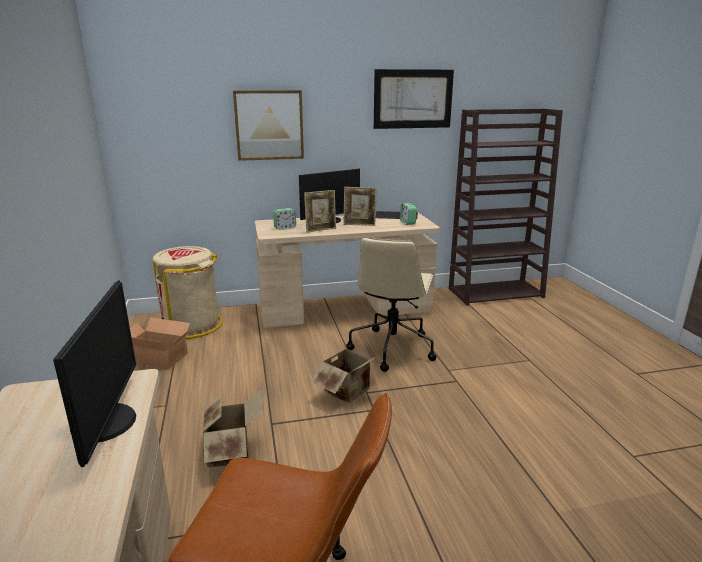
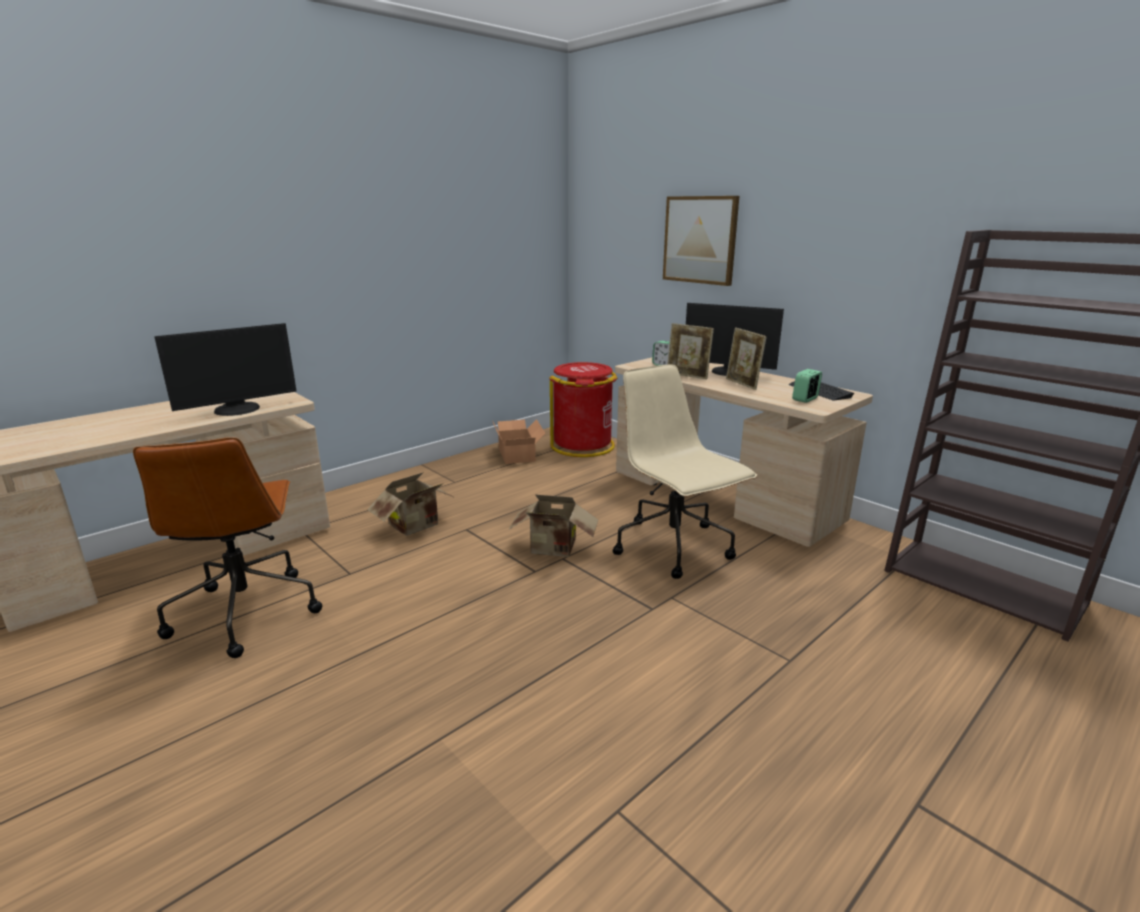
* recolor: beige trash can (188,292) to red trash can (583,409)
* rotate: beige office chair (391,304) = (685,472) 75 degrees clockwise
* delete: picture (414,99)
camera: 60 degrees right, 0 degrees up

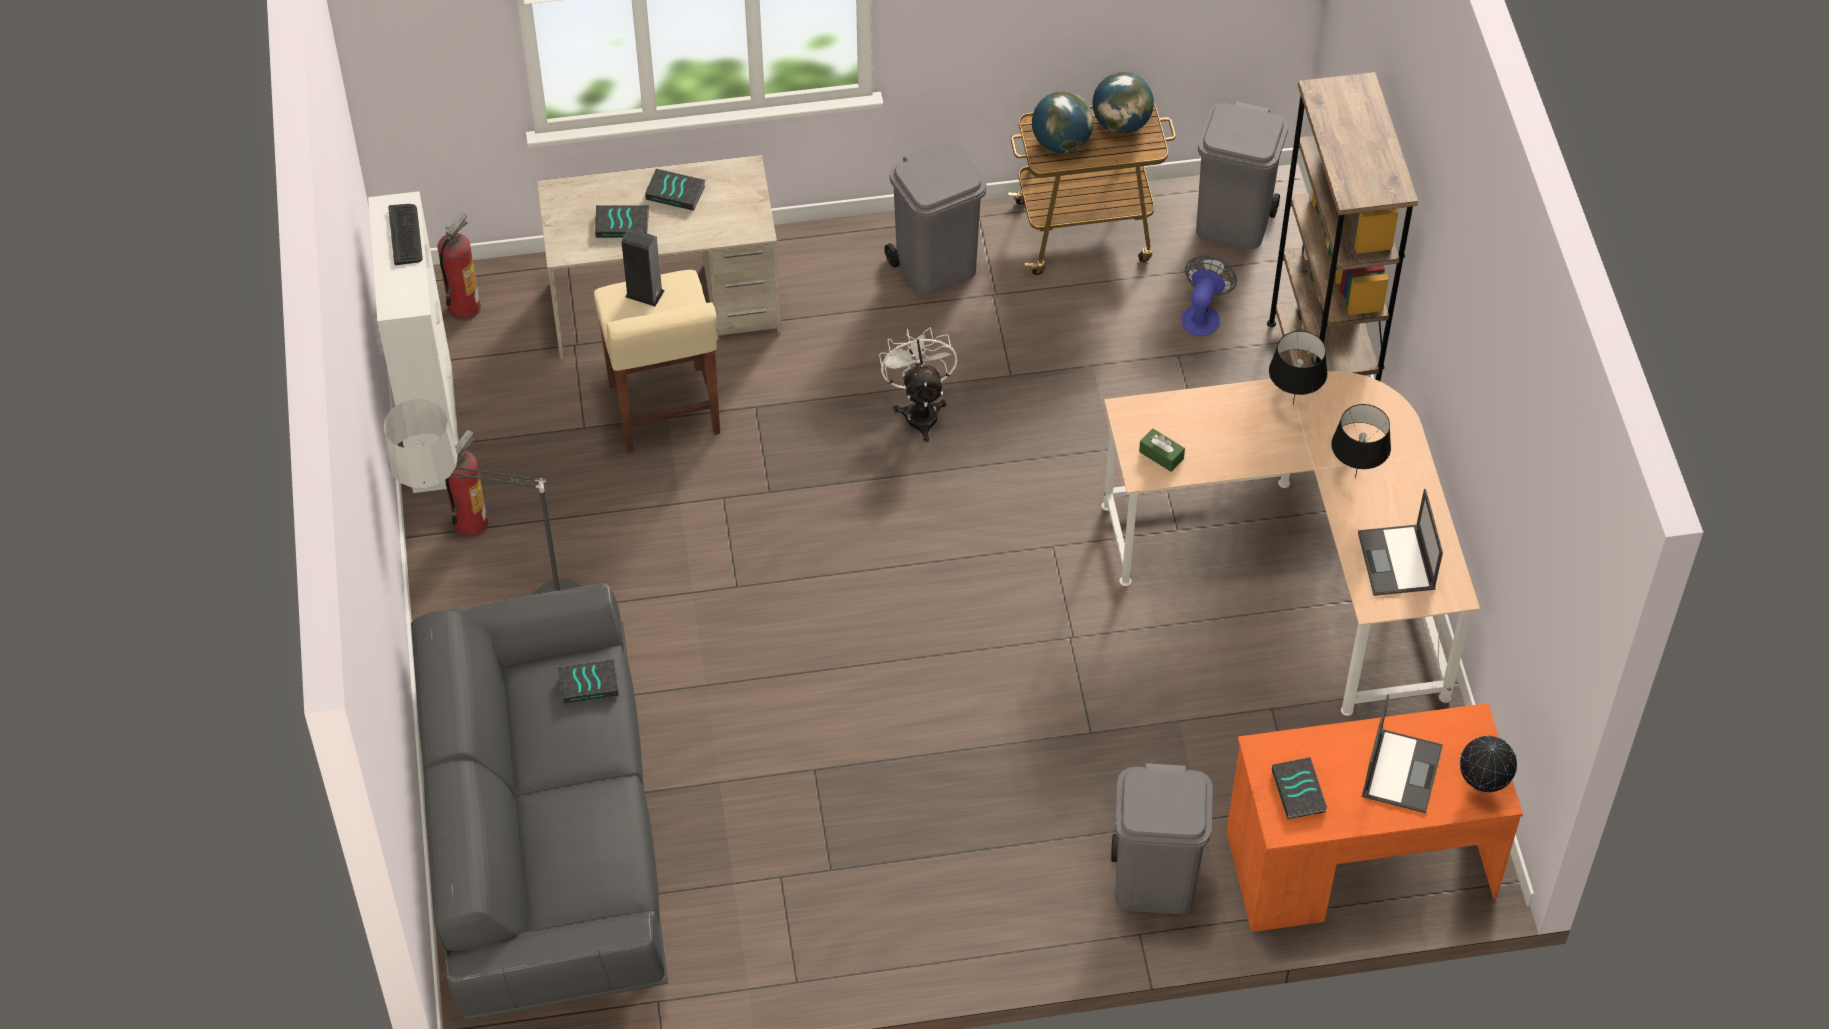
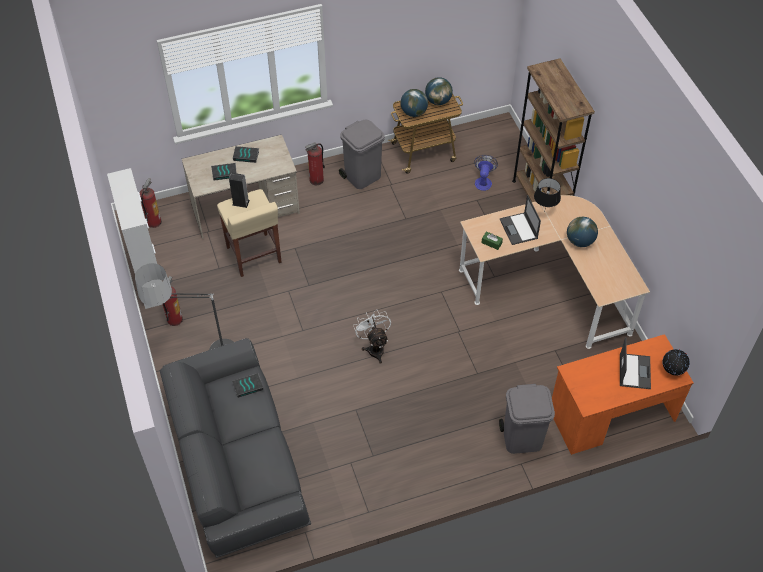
* insert: fire extinguisher (315,163)
* move: white fan (918,384) to (372,336)
* move: laptop (1400,542) to (520,220)
* replace: black table lamp (1361,441) to globe (582,232)
* delete: keyboard (405,234)
* delete: grey trash can (1242,175)
* delete: book (1299,788)
camera: 10 degrees left, 0 degrees up

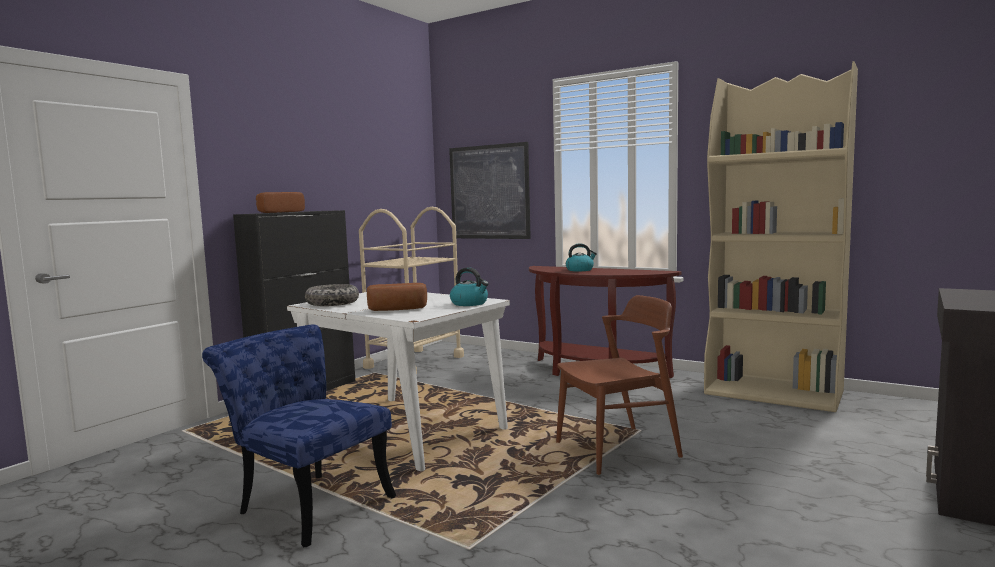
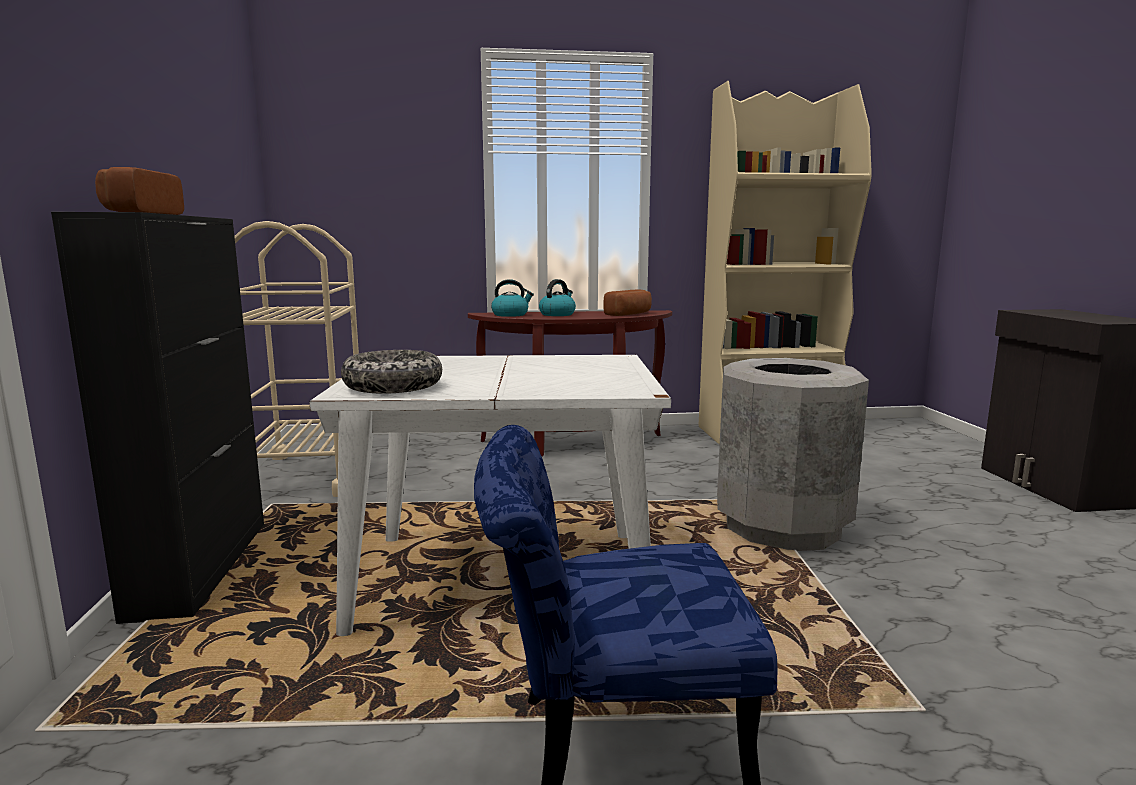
* move: kettle (469,286) to (512,298)
* move: bread (397,297) to (628,302)
* replace: brown chair (619,385) to grey trash can (793,454)
* delete: picture (490,190)
camera: 40 degrees left, 5 degrees up

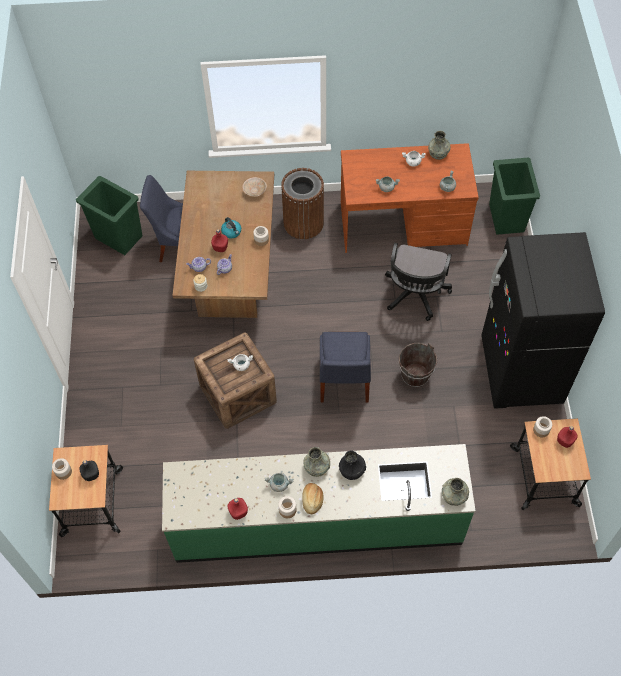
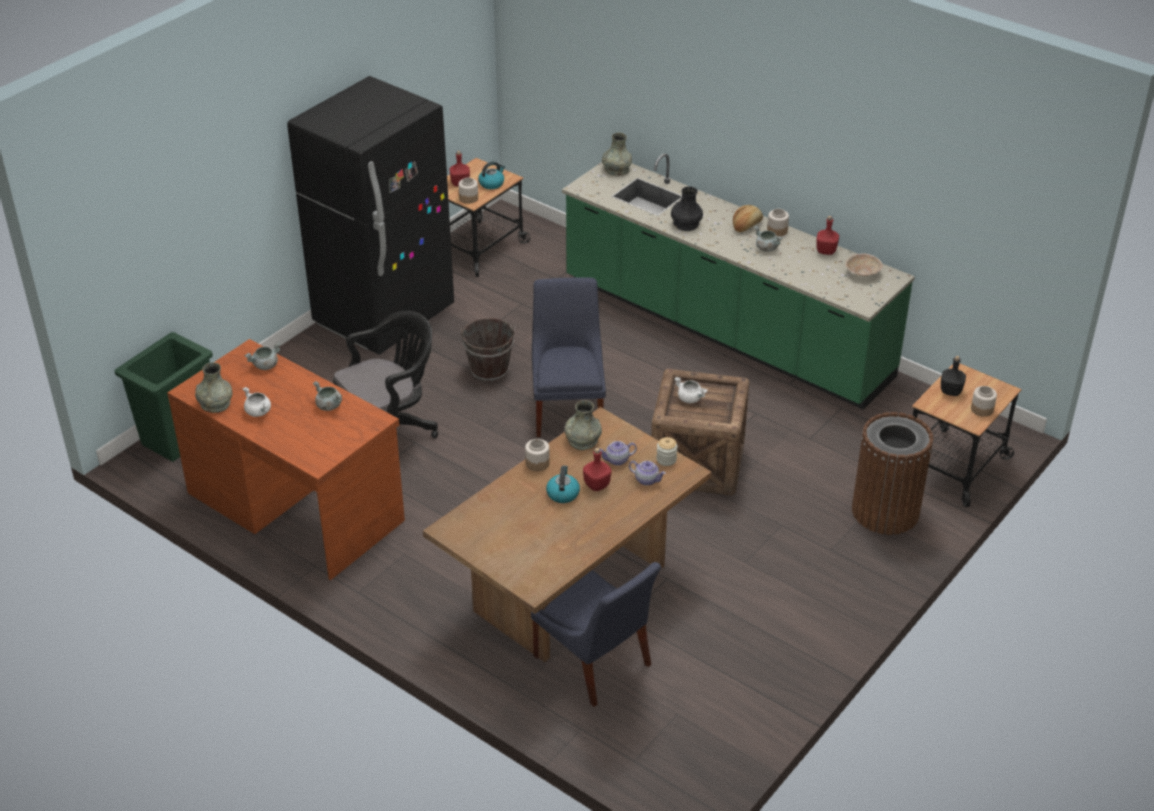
* insert: kettle (491,175)
* rotate: blue chair (345,367) = (569,357) 45 degrees counterclockwise
* move: grey vase (316,462) to (583,425)
* move: beige bowl (254,187) to (864,264)
* move: brown trash can (302,203) to (892,473)
* delete: green trash can (109,215)
camera: 140 degrees left, 20 degrees down

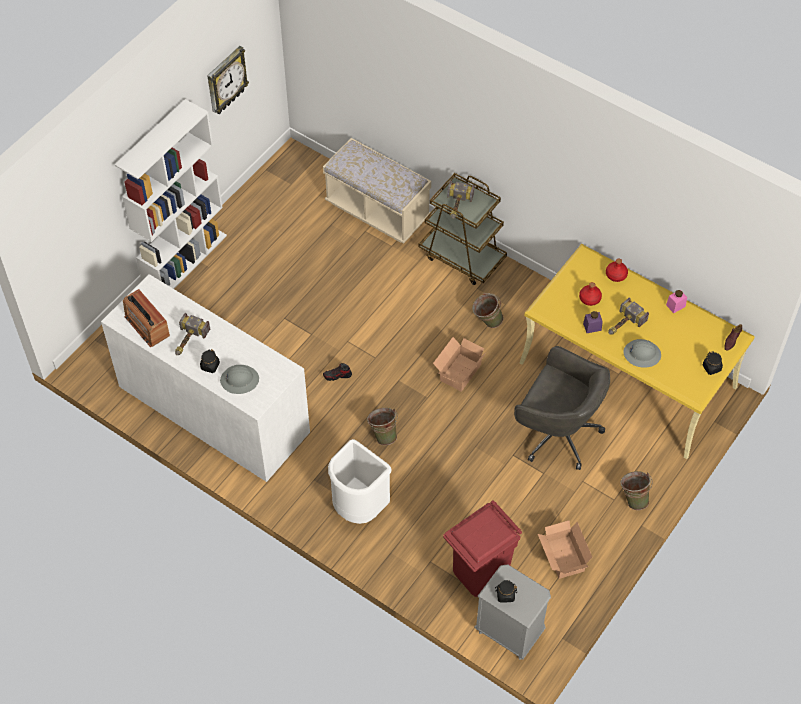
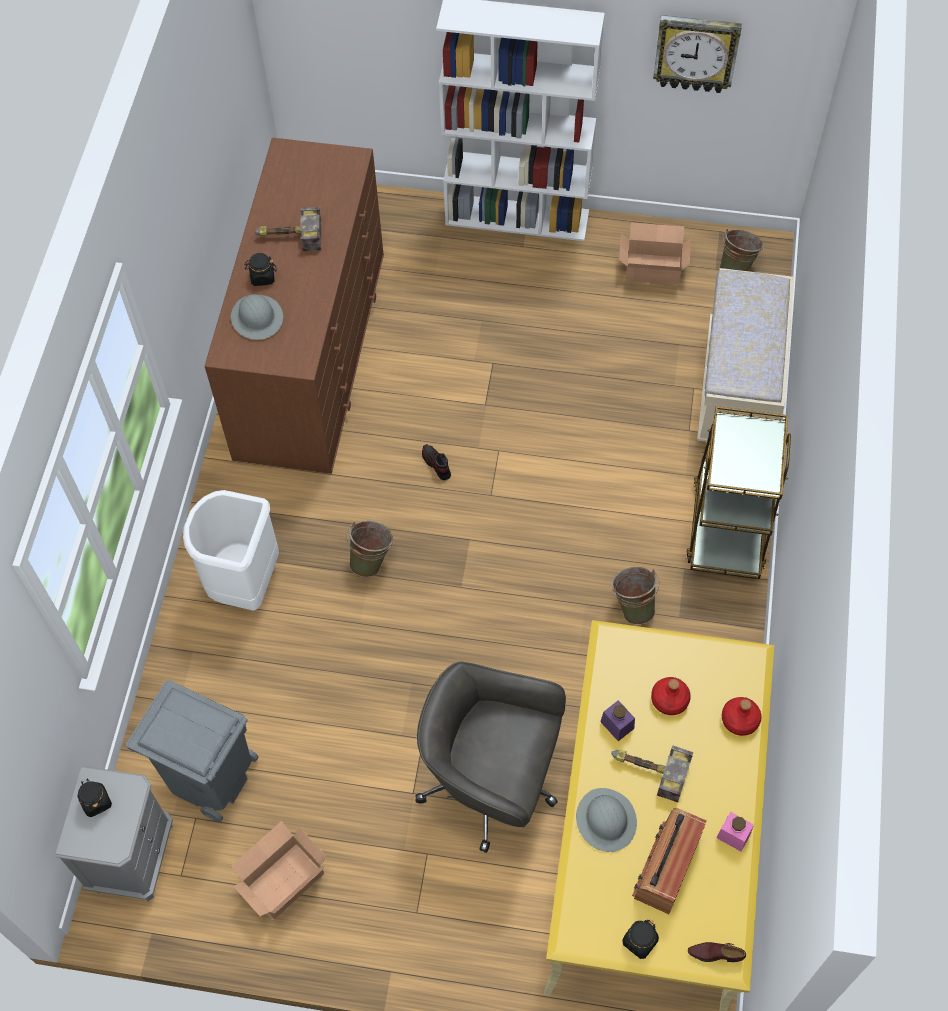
* recolor: red trash can (482,548) to grey trash can (192,751)
* recolor: white dresser (205,378) to brown dresser (294,306)
* rotate: grey office chair (562,408) = (490,757) 105 degrees clockwise
* move: cardboard box (460,364) to (655,254)
* move: radio (146,318) to (669,861)
* move: green bucket (636,490) to (741,250)
* delete: hammer (461,199)
camera: 65 degrees right, 5 degrees up

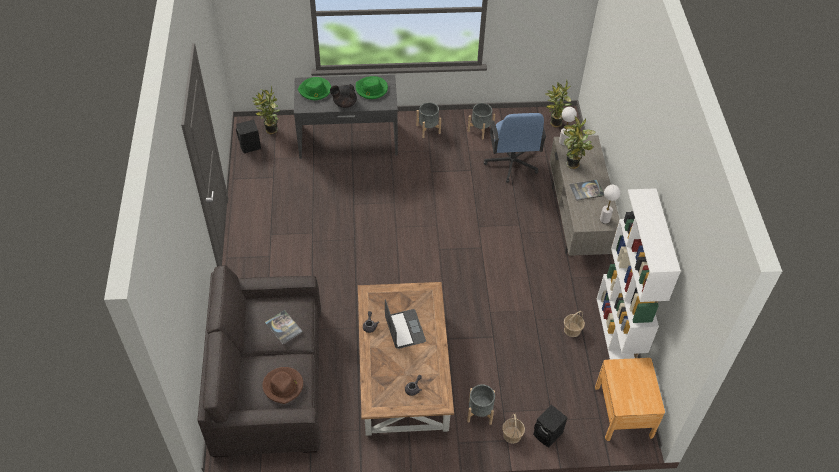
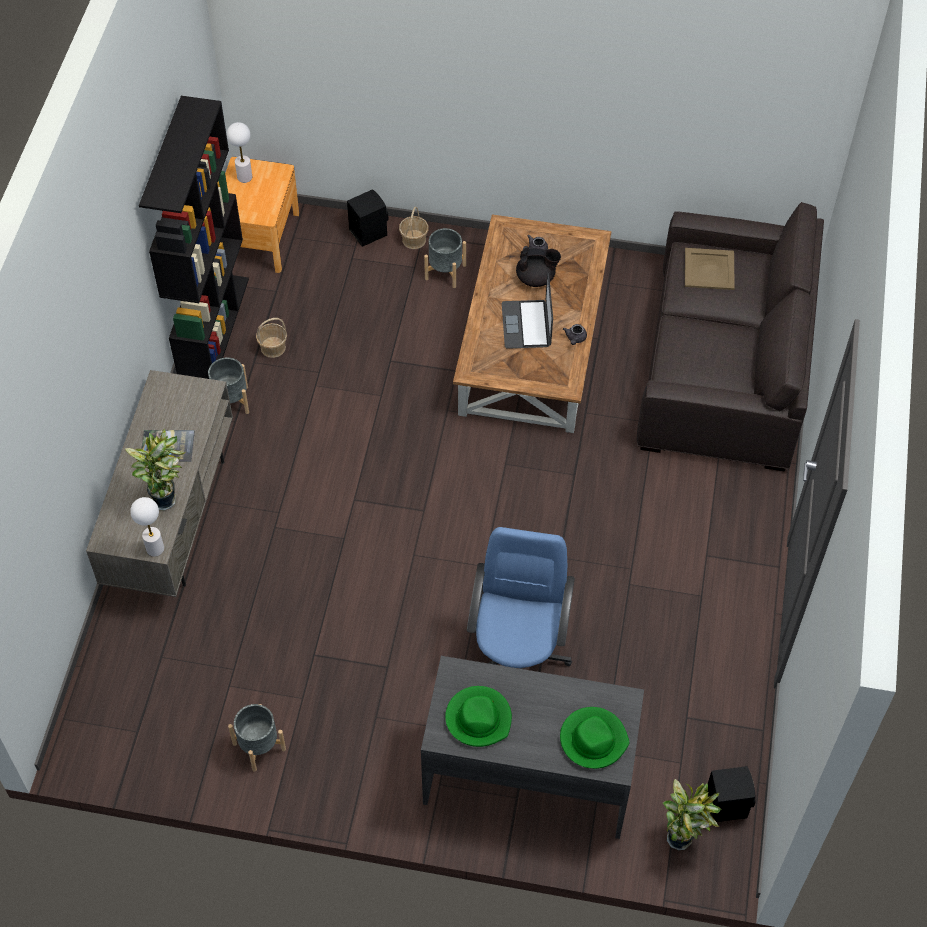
* recolor: white bookcase (639,274) to black bookcase (194,237)
* move: grey planter (428,120) to (228,385)
* move: white table lamp (610,204) to (239,152)
* move: blue office chair (515,148) to (521,598)
* move: black teapot (343,96) to (538,267)
* replace: brown hat (282,385) to beige tray (710,269)
* delete: book (284,327)
* delete: potted plant (558,103)
camera: 165 degrees left, 5 degrees up

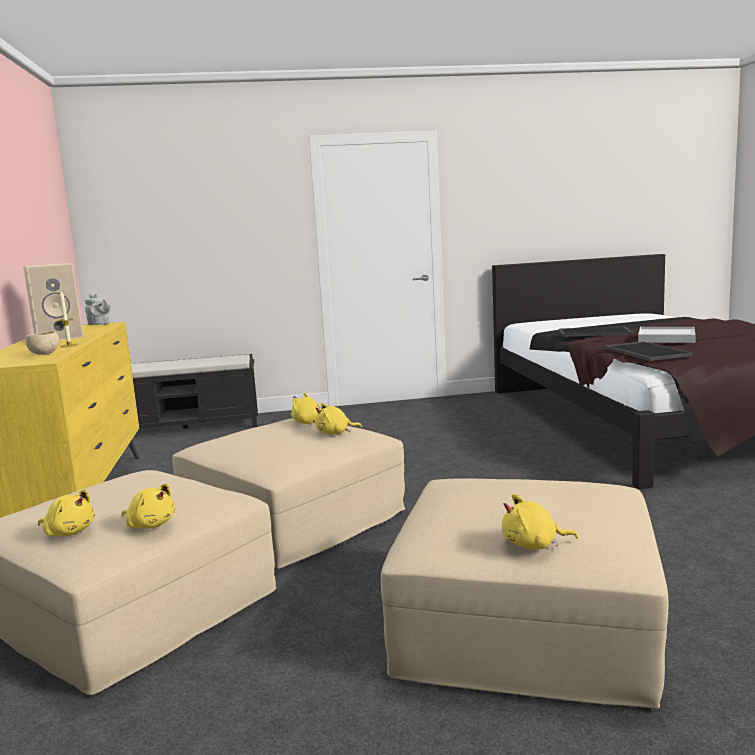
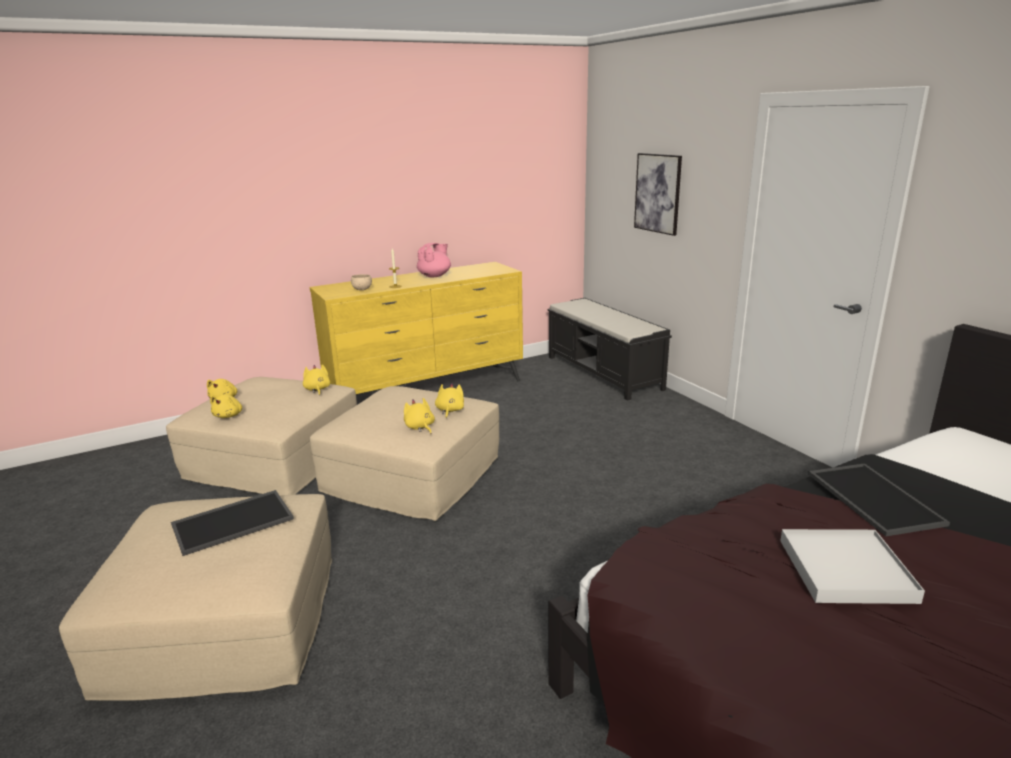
* move: tray (648,351) to (232,523)
* move: yellow plush toy (540,522) to (317,379)
* replace: beige speaker (53,301) to pink teapot (434,260)
* insert: picture (658,194)
* delete: grey teapot (98,309)
camera: 70 degrees right, 10 degrees up

